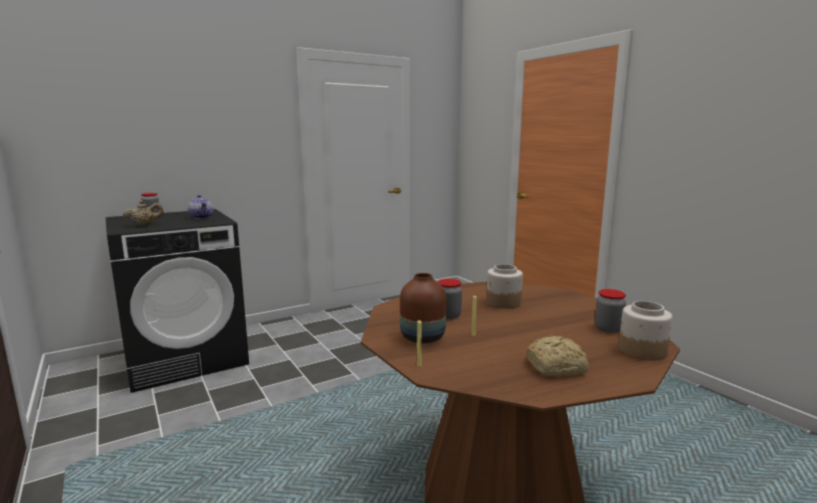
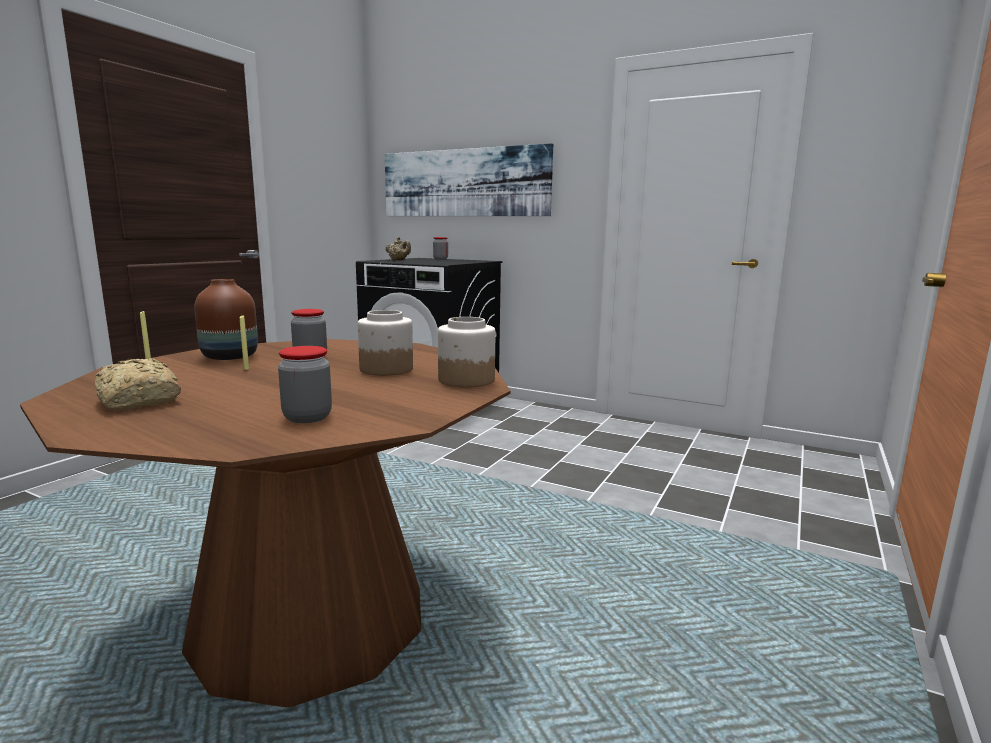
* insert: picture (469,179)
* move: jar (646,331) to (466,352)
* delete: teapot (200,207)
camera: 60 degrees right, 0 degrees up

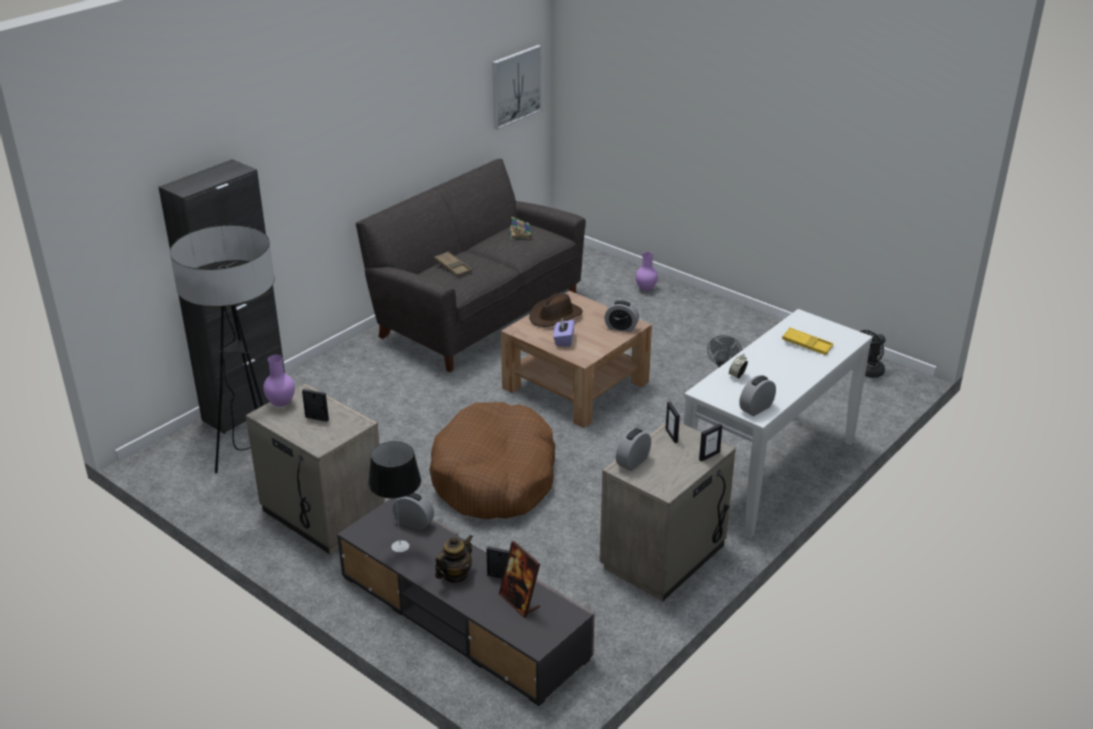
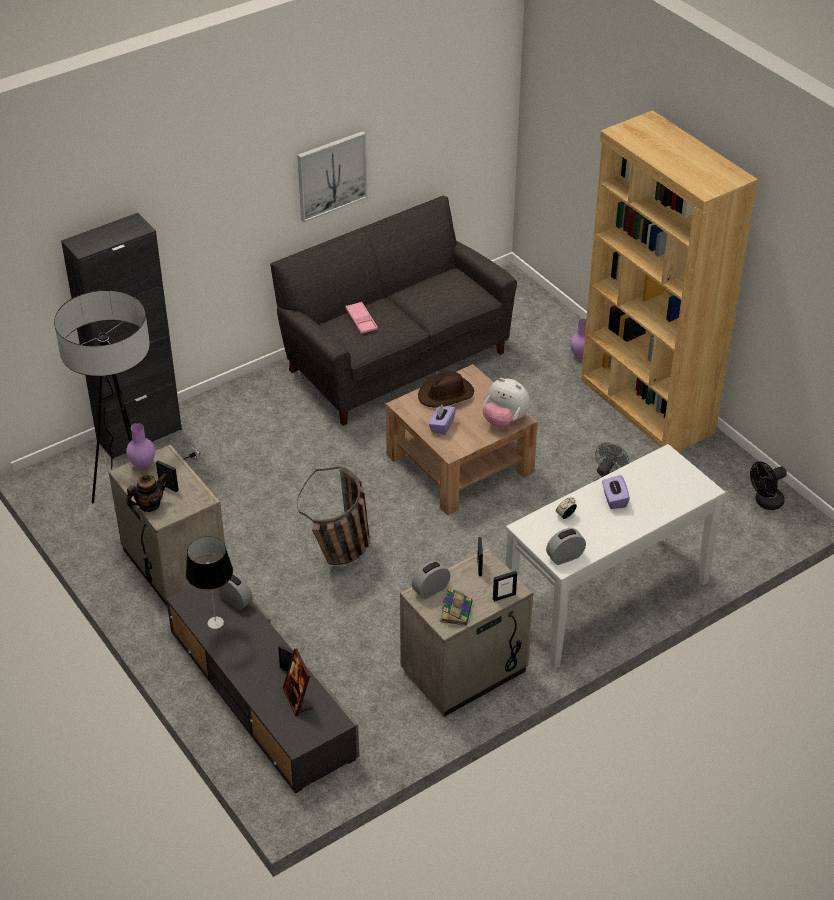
* move: teapot (454,559) to (147,492)
* move: picture (517,87) to (332,176)
* replace: brown dog bed (492,460) to basket (333,515)
* recolor: brown tray (453,264) to pink tray (361,318)
* move: book (520,228) to (456,606)
* replace: alarm clock (621,316) to plush toy (506,403)
* insert: brown bookcase (669,281)
* insert: purple tissue box (616,492)
* delete: yellow tray (807,341)
camera: 15 degrees right, 10 degrees up

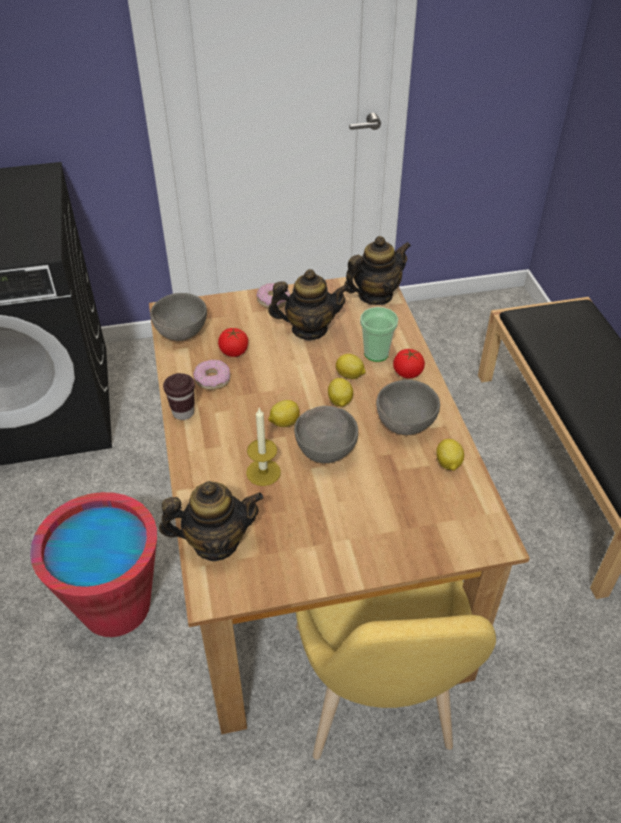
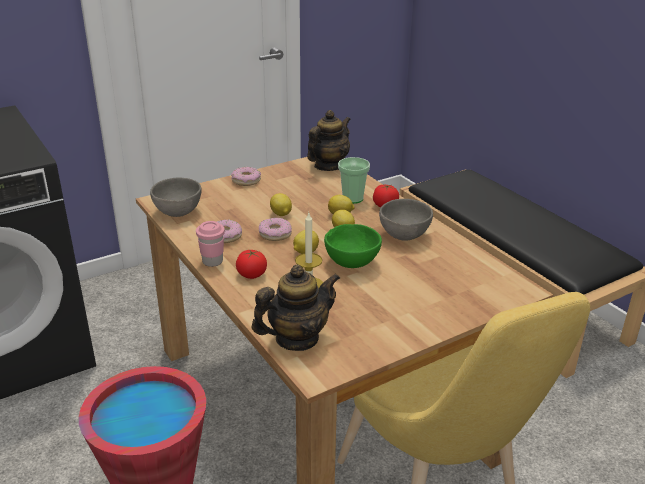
* recolor: brown cup (179,396) to pink cup (210,244)
* move: tomato (233,342) to (251,264)
* insert: donut (275,229)
* move: lemon (450,455) to (281,204)
* recolor: grey bowl (326,434) to green bowl (353,246)
* delete: teapot (309,304)
camera: 20 degrees left, 15 degrees down

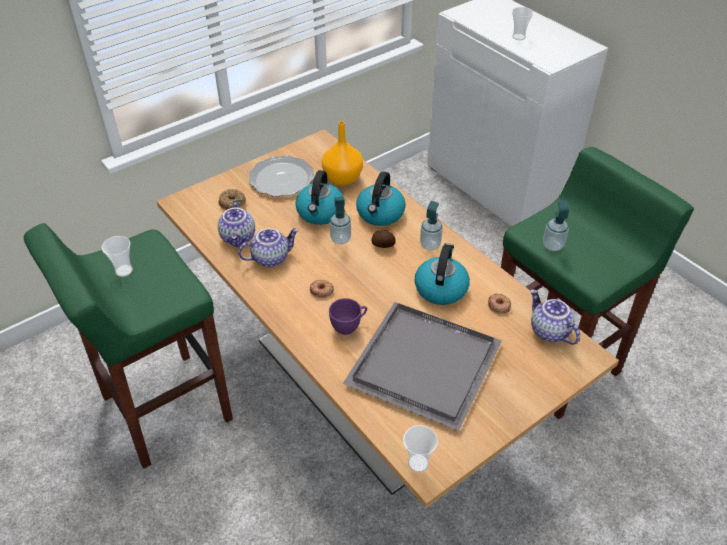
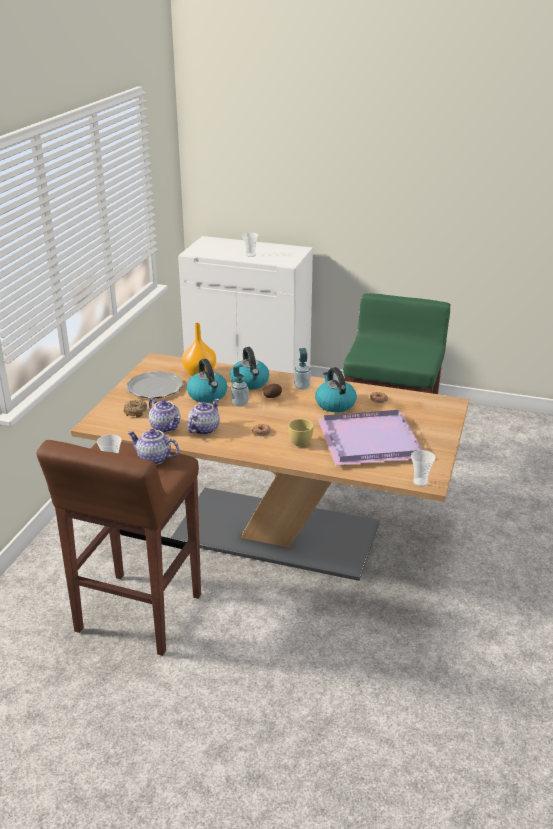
* recolor: green stool (128,346) to brown stool (119,548)
* move: teapot (555,317) to (153,447)
* recolor: purple cup (348,316) to yellow cup (301,433)
* recolor: grey tray (422,366) to purple tray (369,438)
* delete: soap dispenser (556,225)
camera: 35 degrees left, 15 degrees down

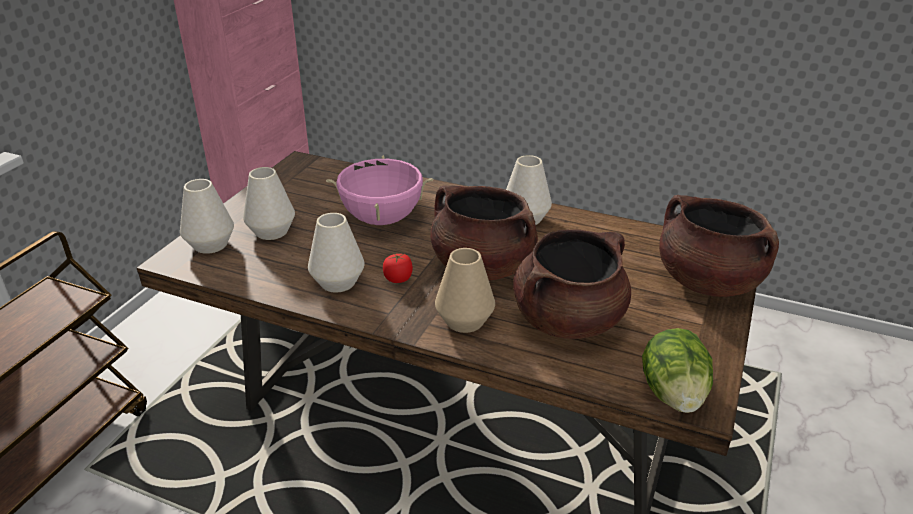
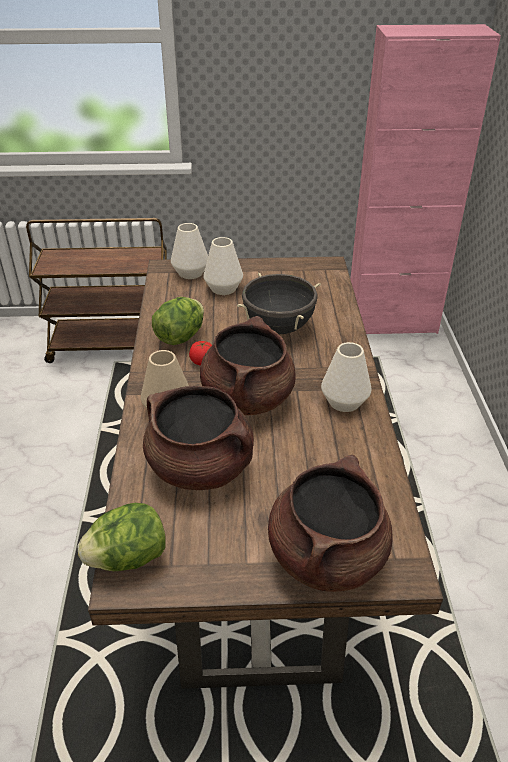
* replace: white vase (336,253) to lettuce (178,321)
* recolor: pink cooking pot (379,190) to black cooking pot (279,303)
camera: 65 degrees right, 5 degrees up

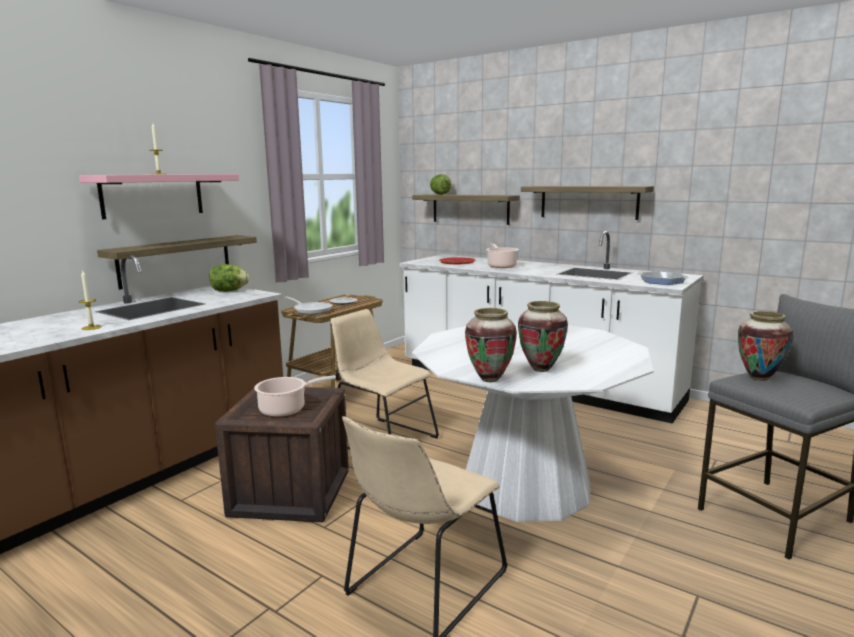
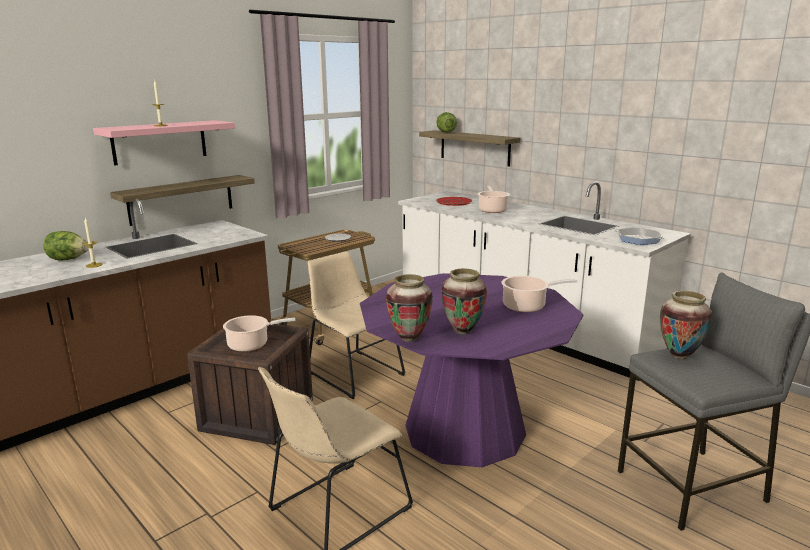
* move: lettuce (229,278) to (66,245)
* recolor: white dining table (532,422) to purple dining table (471,370)
* insert: cooking pot (539,294)
* delete: frying pan (309,305)
* delete: shelf (587,203)
camera: 10 degrees right, 5 degrees up

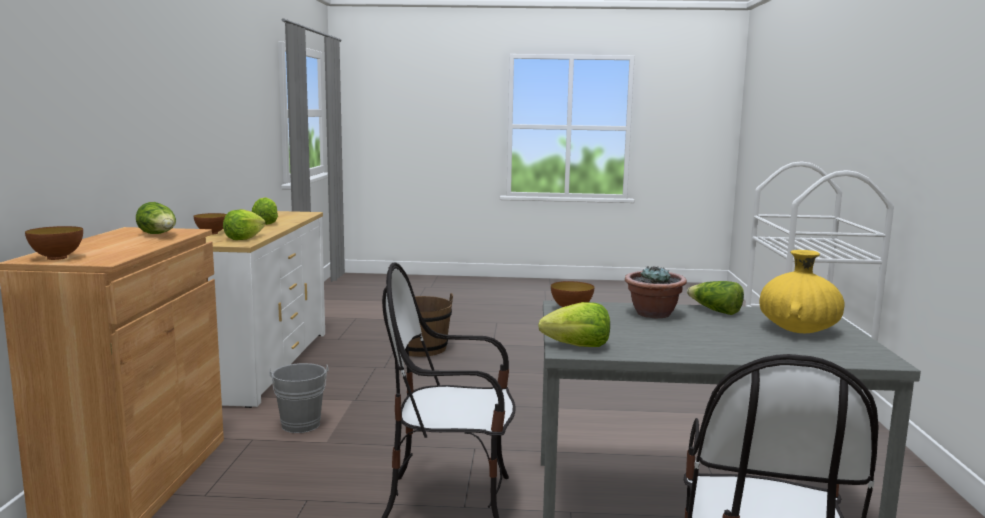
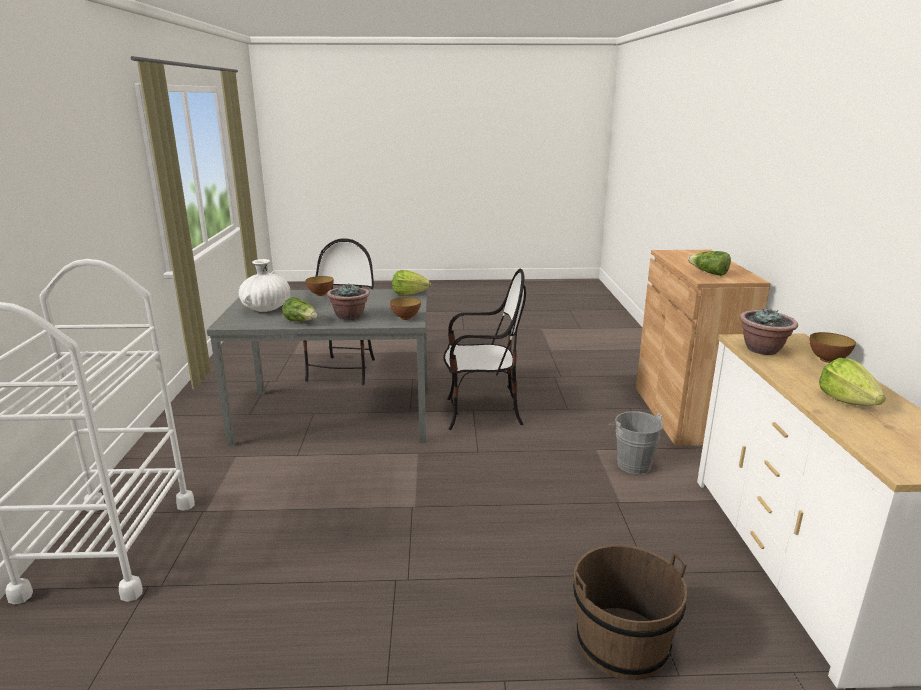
* recolor: yellow vase (802,291) to white vase (265,285)
* move: bowl (54,243) to (320,286)
* replace: lettuce (244,224) to potted plant (769,332)
camera: 175 degrees right, 10 degrees up

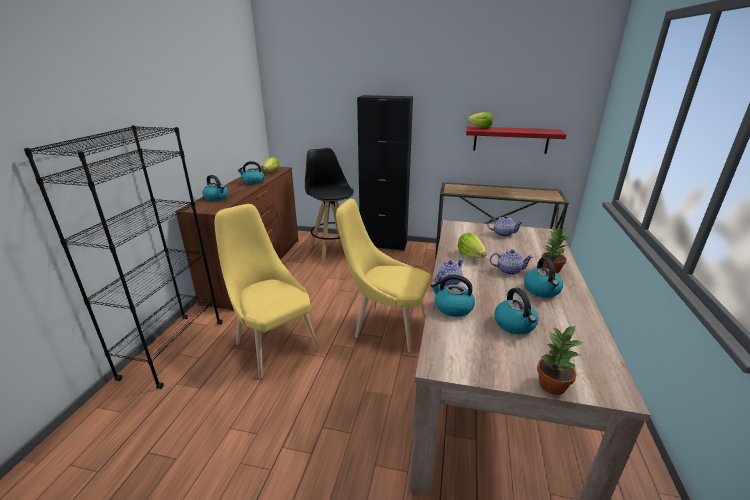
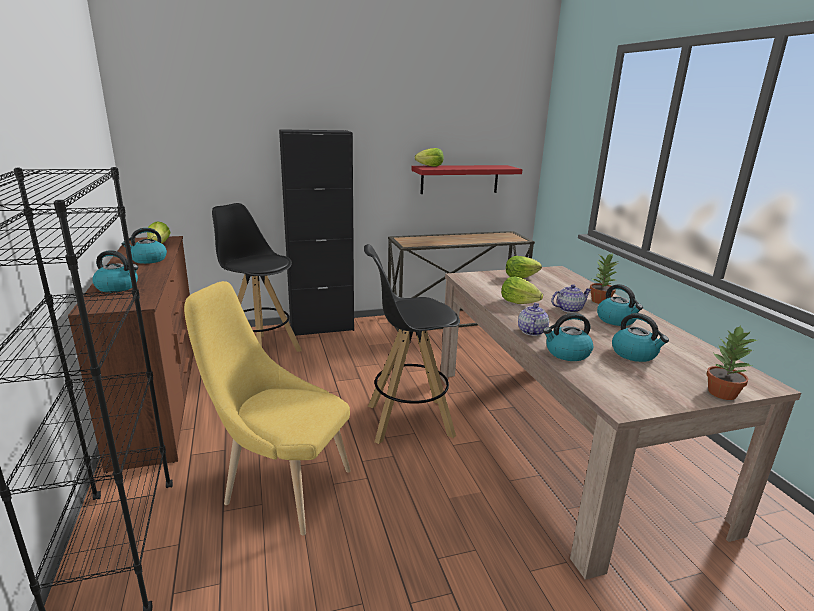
* replace: yellow chair (383,276) to black stool (412,344)
* replace: teapot (505,226) to lettuce (524,267)
camera: 30 degrees left, 5 degrees down

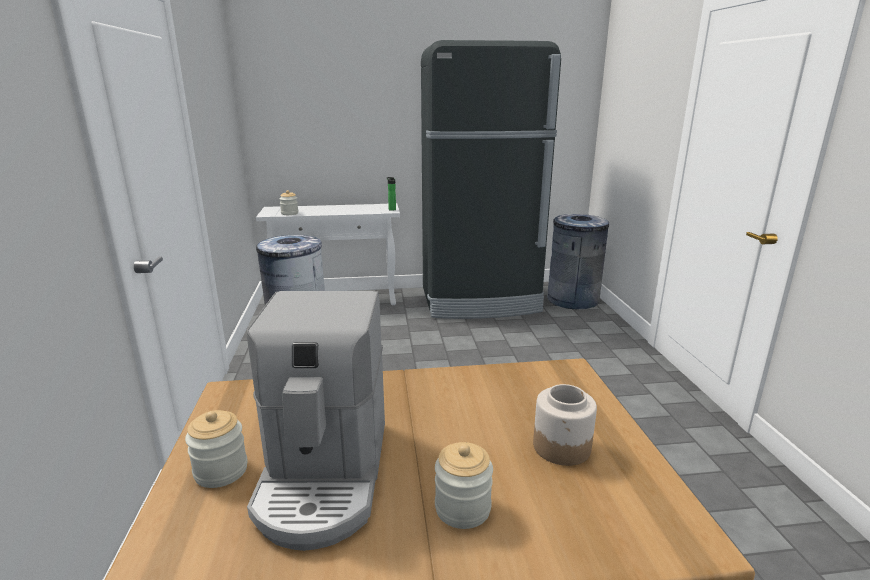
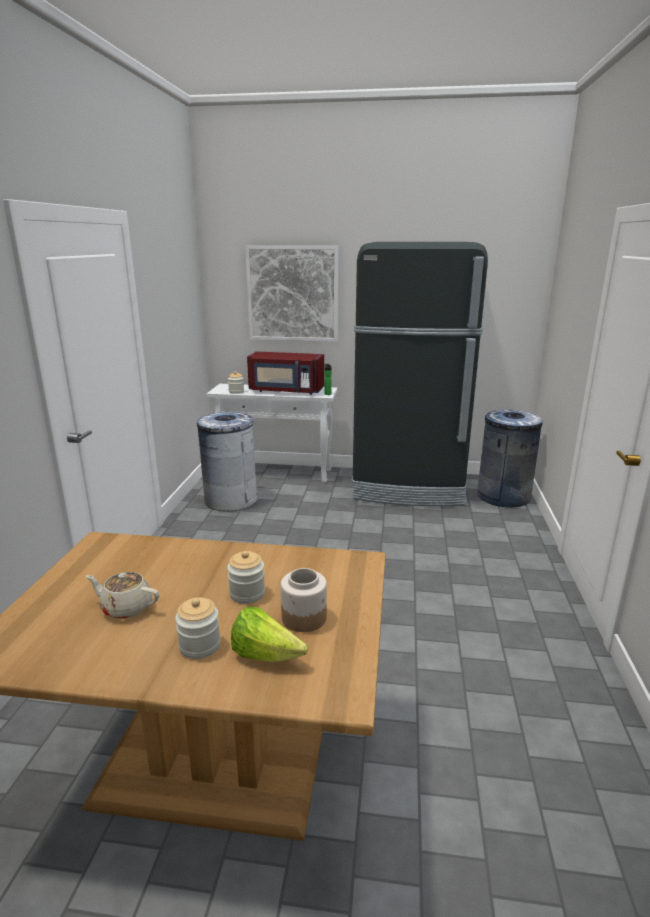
* replace: coffee machine (316,421) to beige teapot (122,595)
* move: jar (216,449) to (246,577)
* insert: lettuce (269,634)
* insert: picture (291,294)
* insert: red microwave (285,373)
camera: 15 degrees right, 0 degrees up

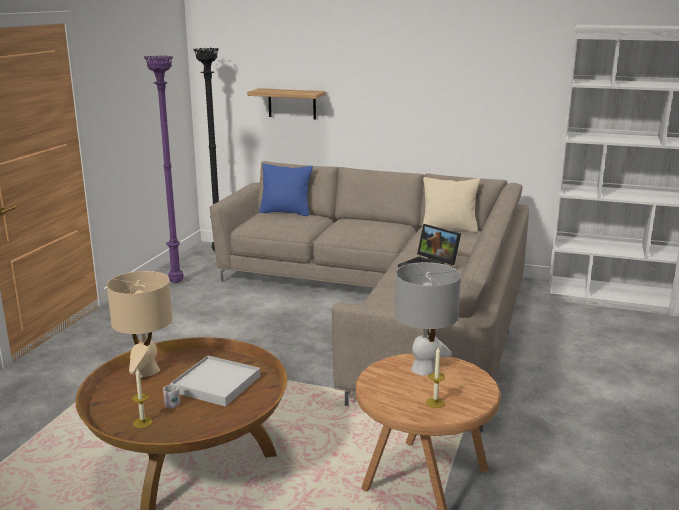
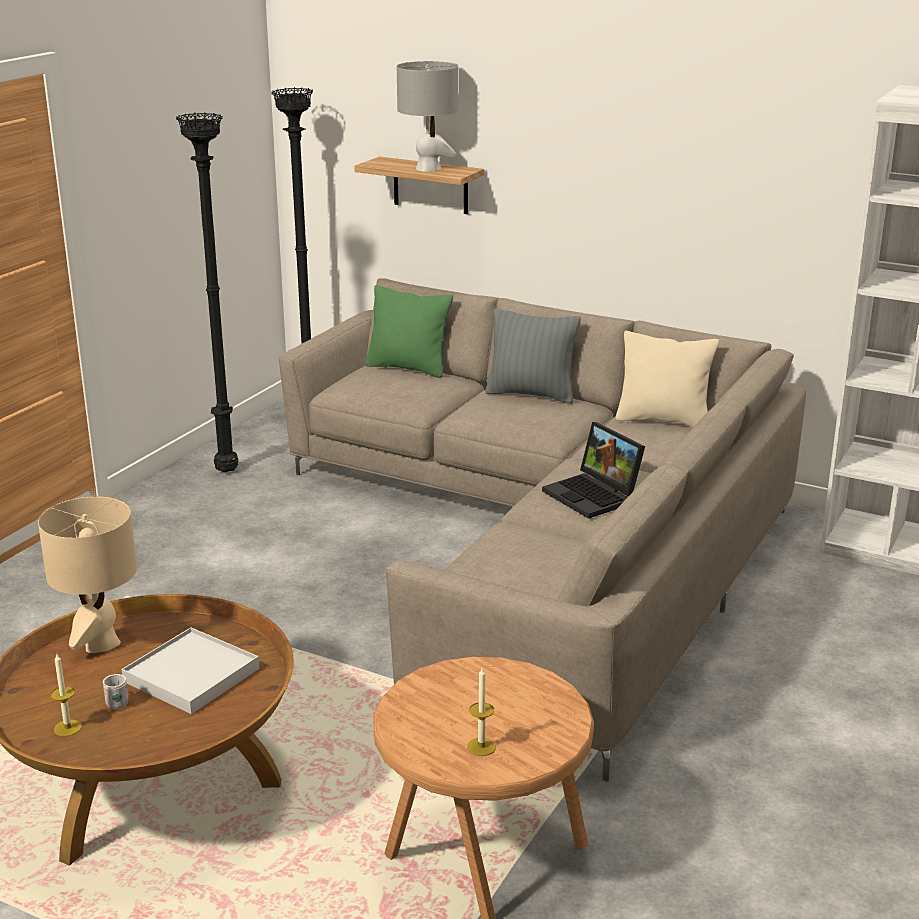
* recolor: purple floor lamp (164,169) to black floor lamp (207,292)
* recolor: blue pillow (286,189) to green pillow (409,331)
* move: grey table lamp (428,318) to (428,116)
* insert: grey pillow (533,356)
camera: 10 degrees right, 5 degrees up

